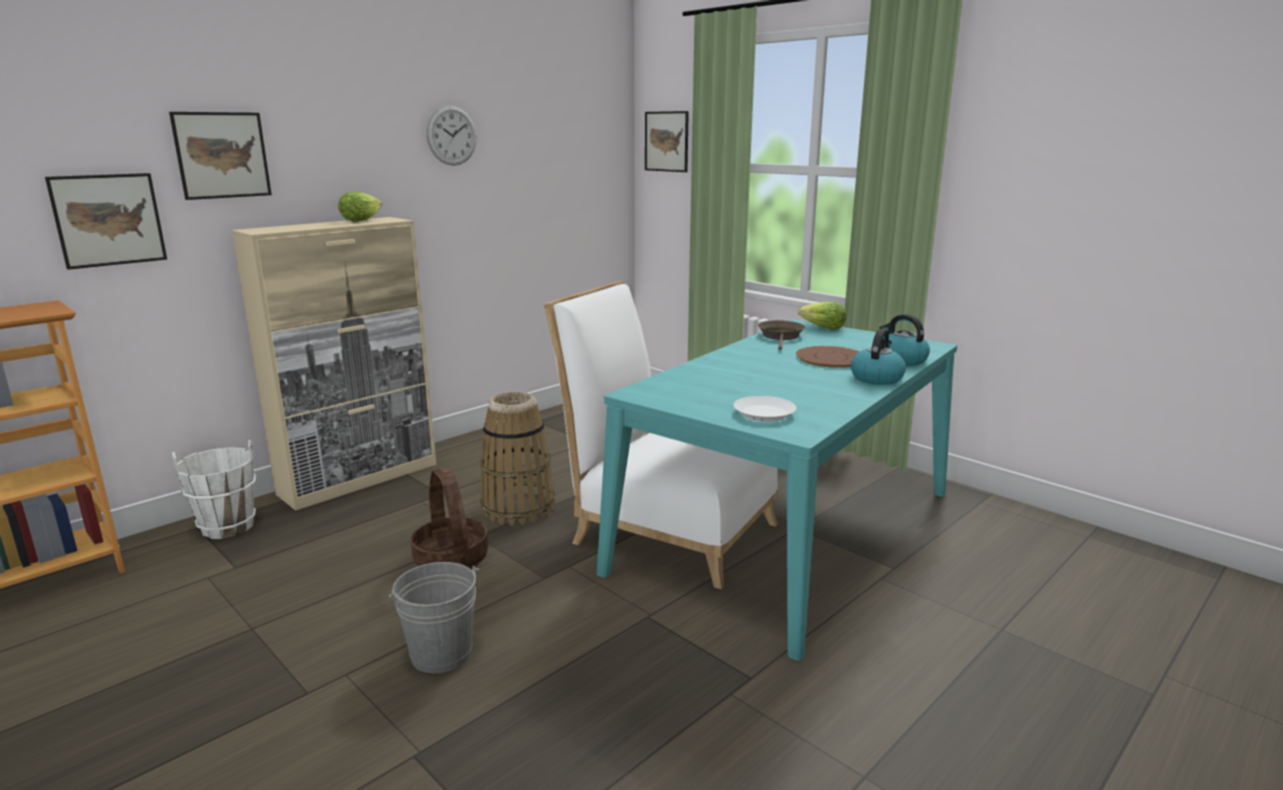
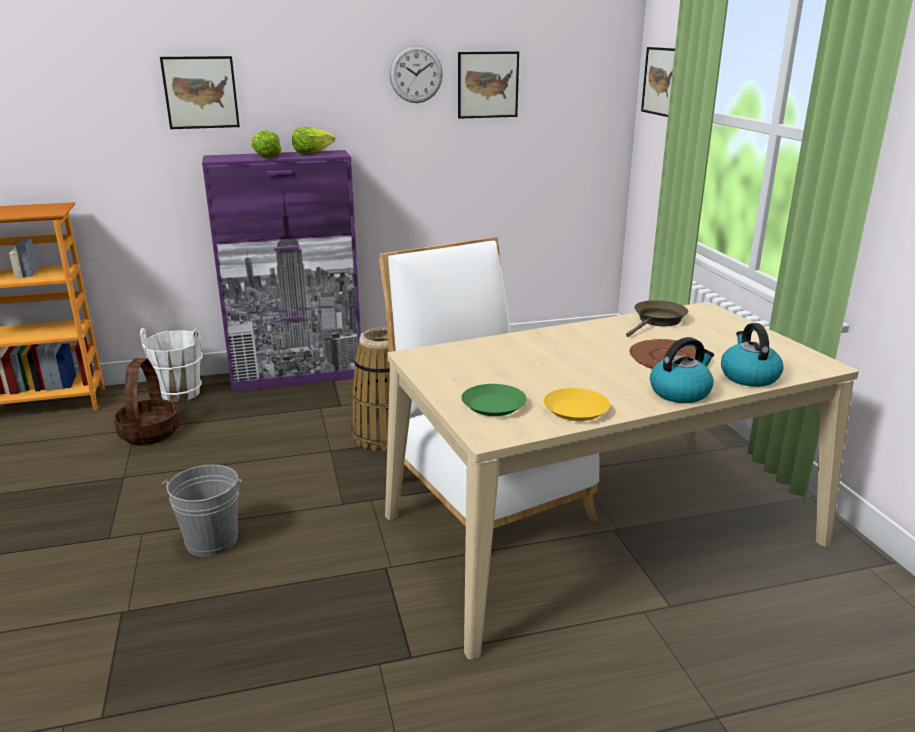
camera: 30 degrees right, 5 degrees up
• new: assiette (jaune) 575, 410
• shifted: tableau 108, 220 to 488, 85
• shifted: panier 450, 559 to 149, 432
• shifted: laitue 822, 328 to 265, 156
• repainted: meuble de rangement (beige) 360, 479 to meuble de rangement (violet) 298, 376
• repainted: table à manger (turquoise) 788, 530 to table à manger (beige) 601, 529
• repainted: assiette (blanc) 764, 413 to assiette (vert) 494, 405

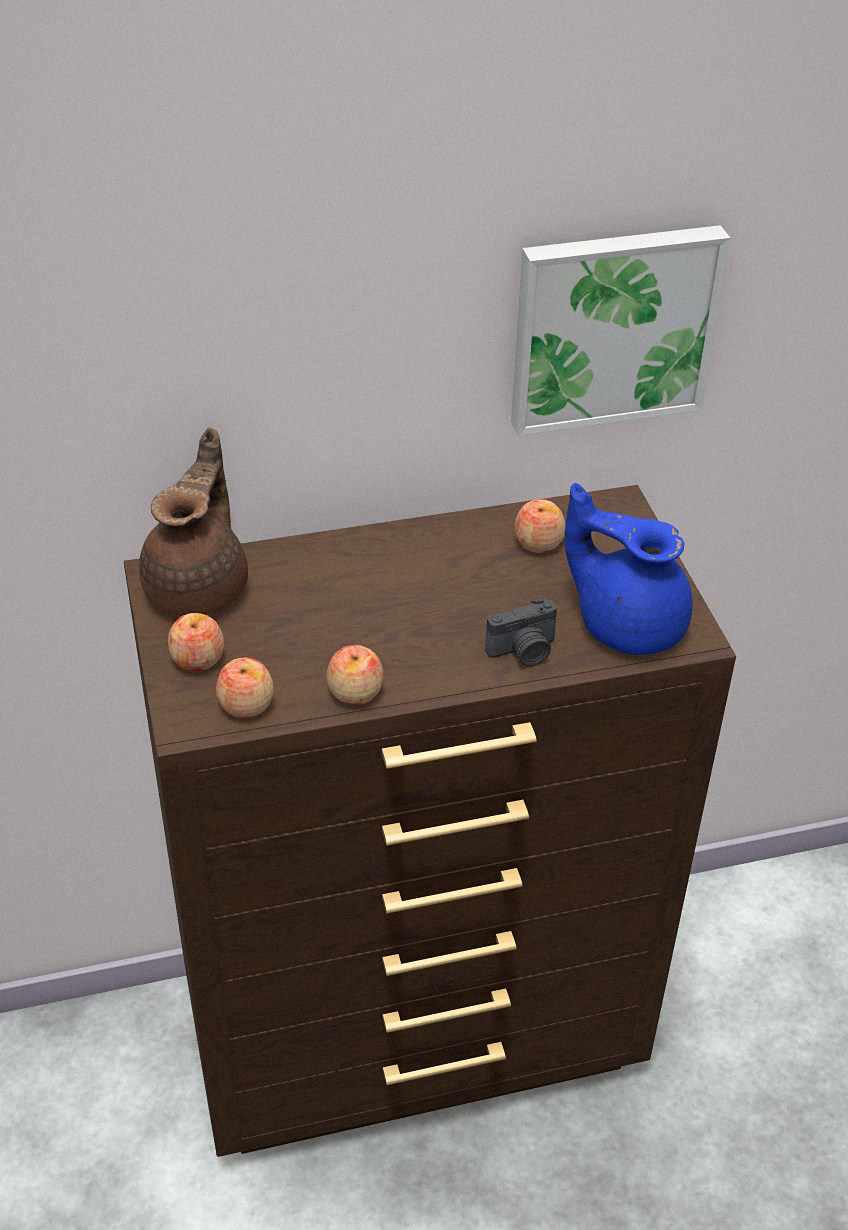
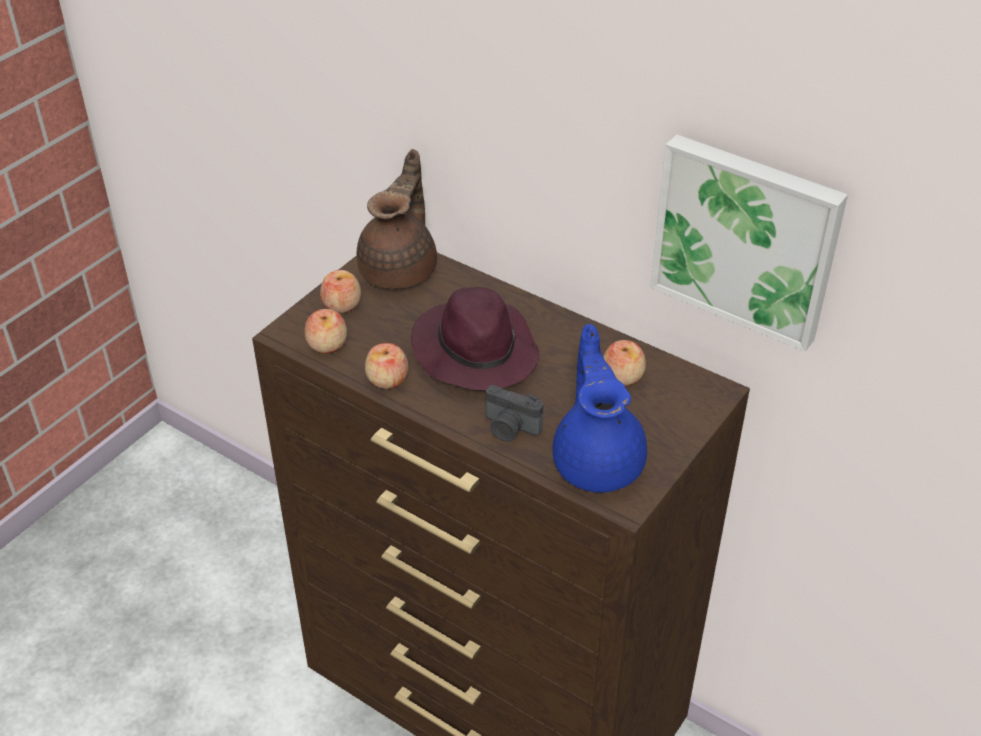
camera: 50 degrees right, 0 degrees up
• new: chapeau (violet) 474, 350
• rotated: théière (marron) 200, 586 = 400, 269 45 degrees counterclockwise

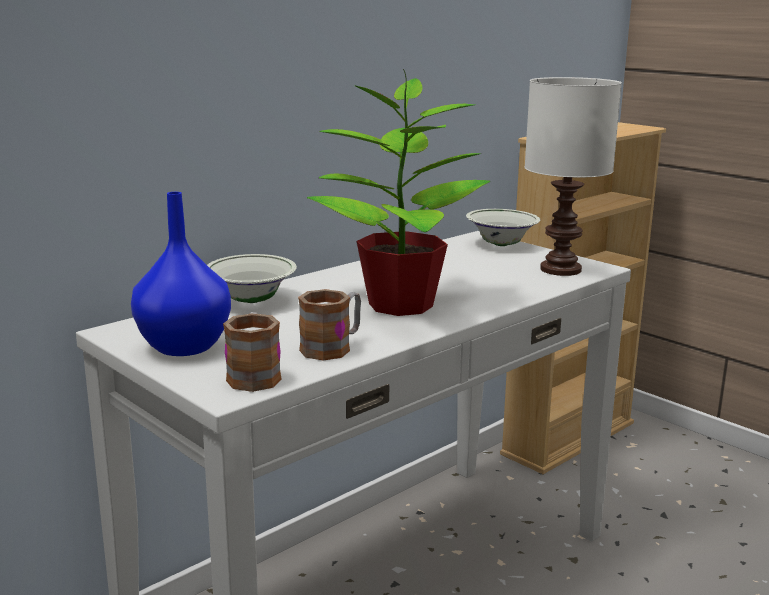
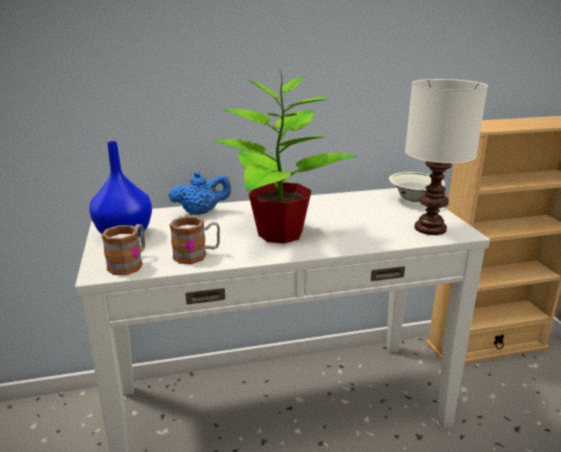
camera: 30 degrees right, 5 degrees up
• swapped: bol (blanc) 252, 301 to théière (bleu) 201, 212

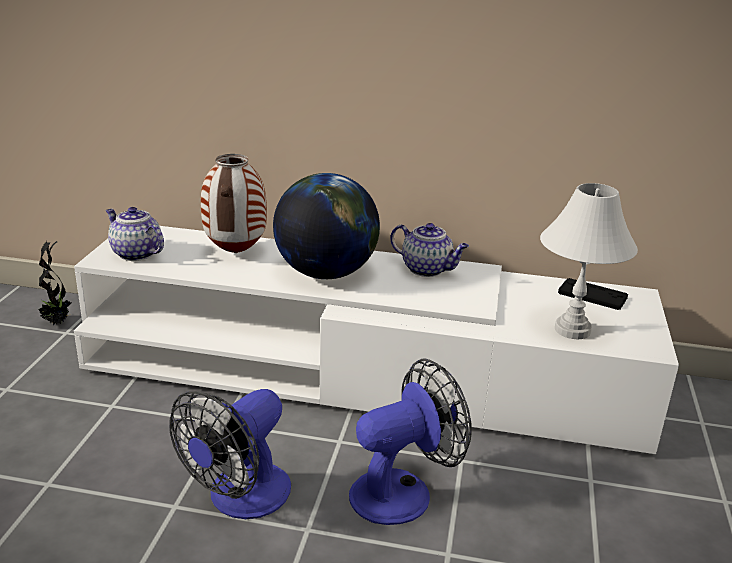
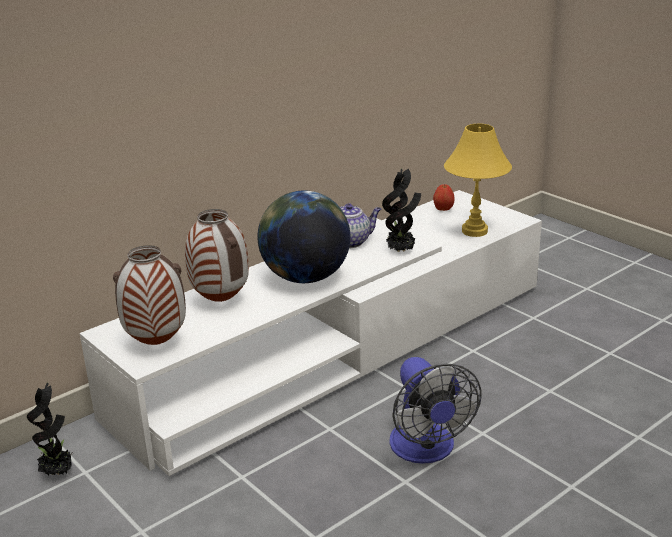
camera: 50 degrees left, 0 degrees up
• gone: ventilateur 403, 491
• new: plante en pot 401, 251
• swapped: théière 135, 253 to vase 156, 344
• swapped: manette (noir) 592, 295 to pomme 443, 209
• repainted: lampe de table (blanc) 573, 330 to lampe de table (jaune) 475, 231

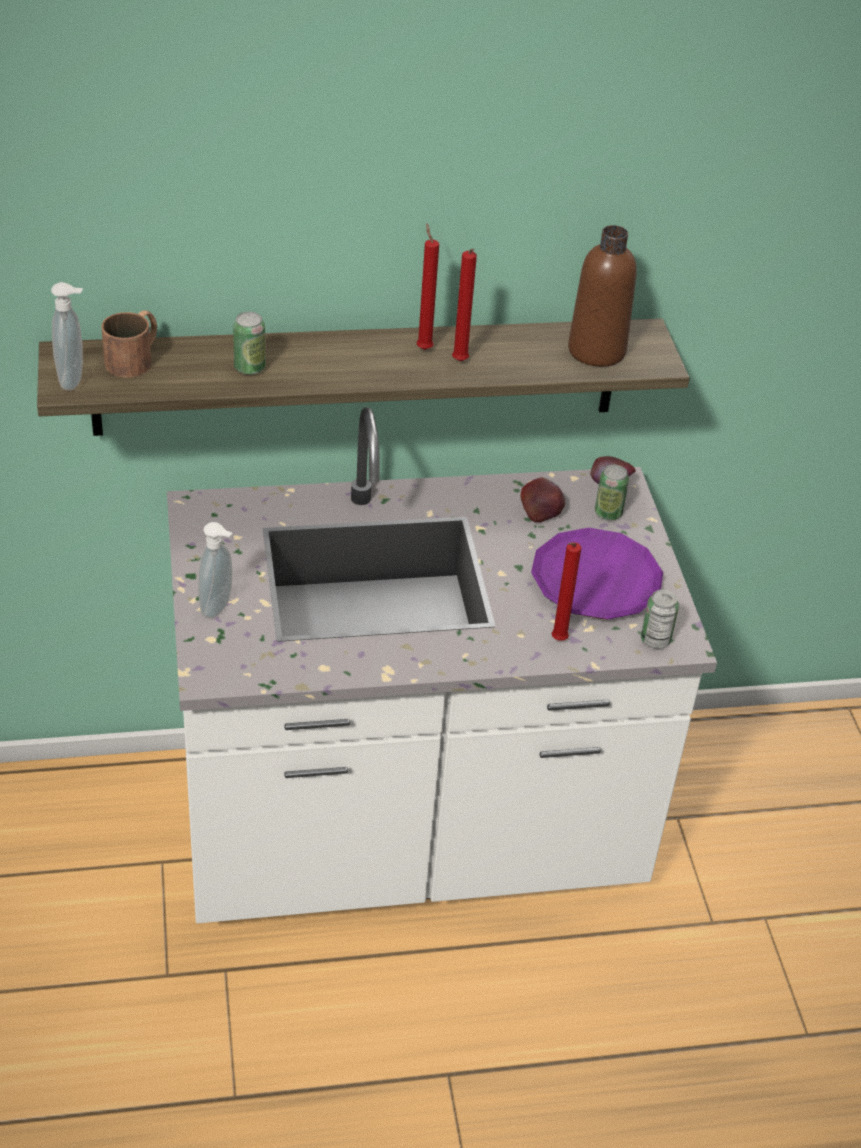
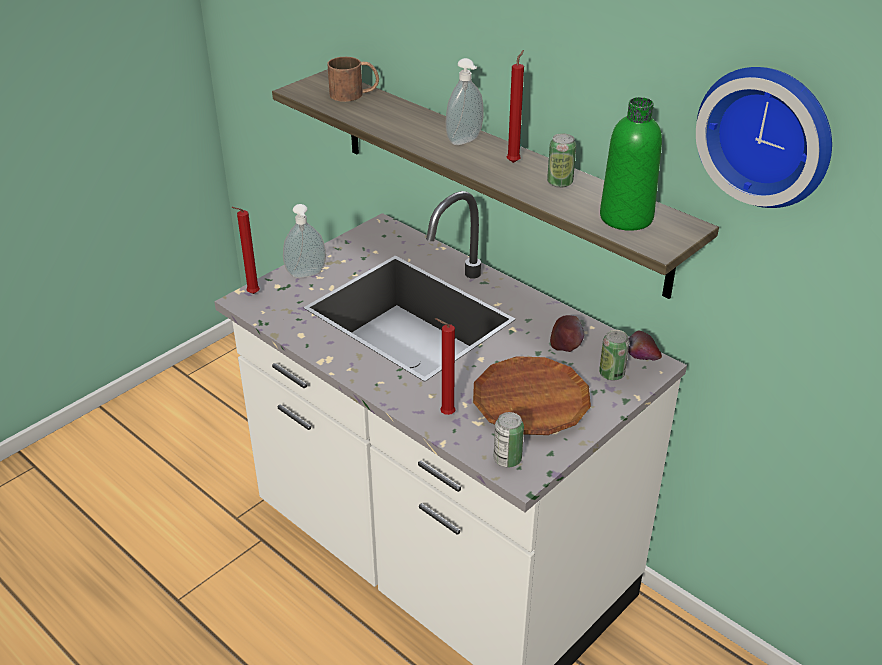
camera: 55 degrees right, 5 degrees down
• new: horloge murale 768, 134
• shifted: distributeur de savon 74, 380 to 465, 141
• shifted: boîte métallique 249, 368 to 560, 182
• shifted: bougie (rouge) 460, 363 to 251, 294
• repainted: assiette (violet) 595, 581 to assiette (marron) 530, 402
• repainted: bouteille (marron) 596, 351 to bouteille (vert) 626, 217

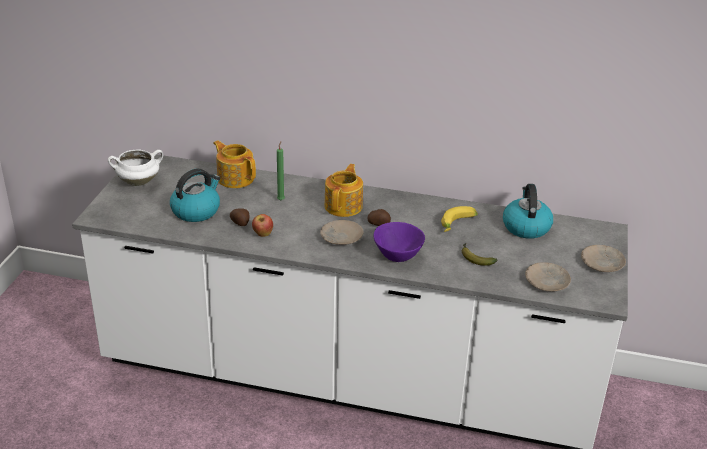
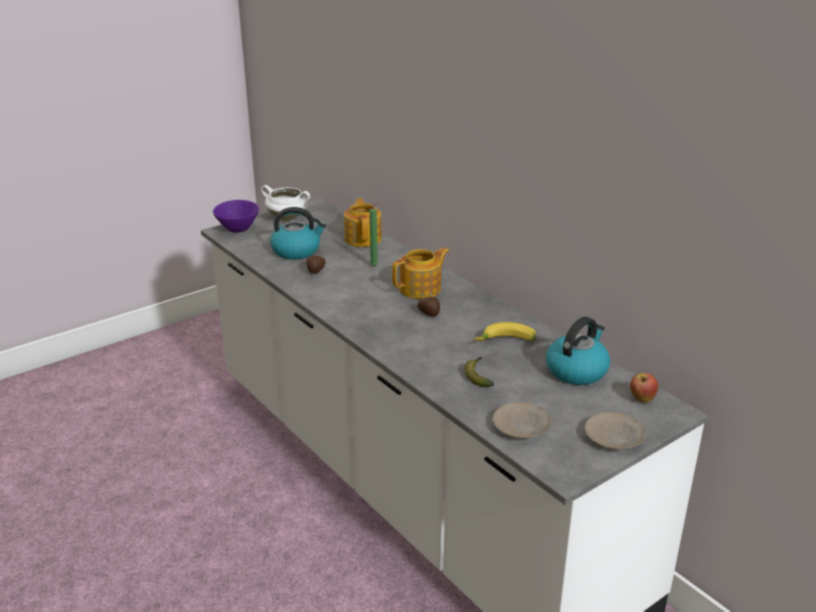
camera: 40 degrees right, 5 degrees down
• gone: assiette (beige) 341, 237
• shifted: pomme 263, 234 to 642, 399
• shifted: bol (violet) 397, 256 to 236, 229

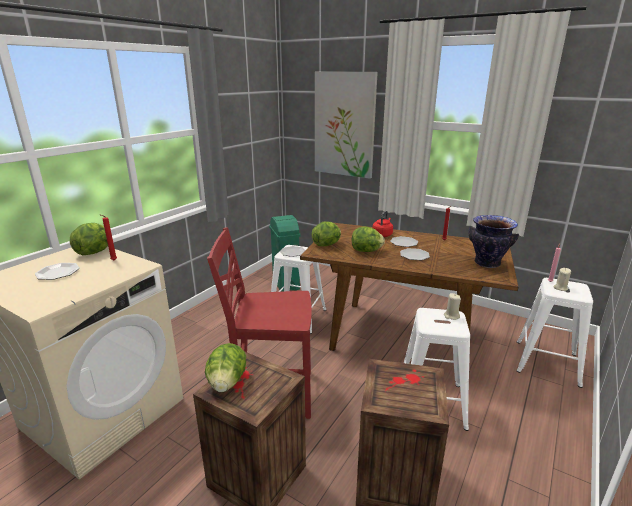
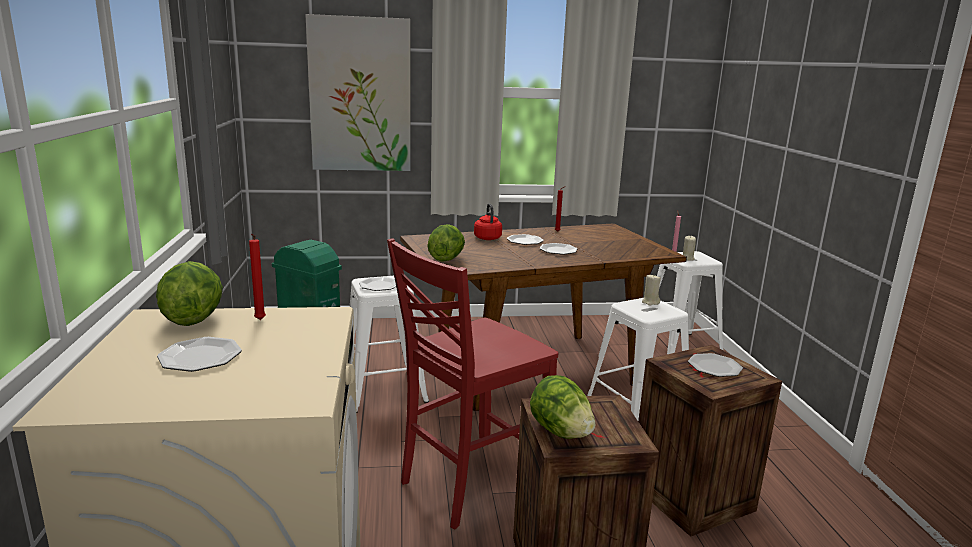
camera: 40 degrees left, 5 degrees down
• gone: laitue 366, 251
• gone: vase 487, 263
• new: assiette 715, 367

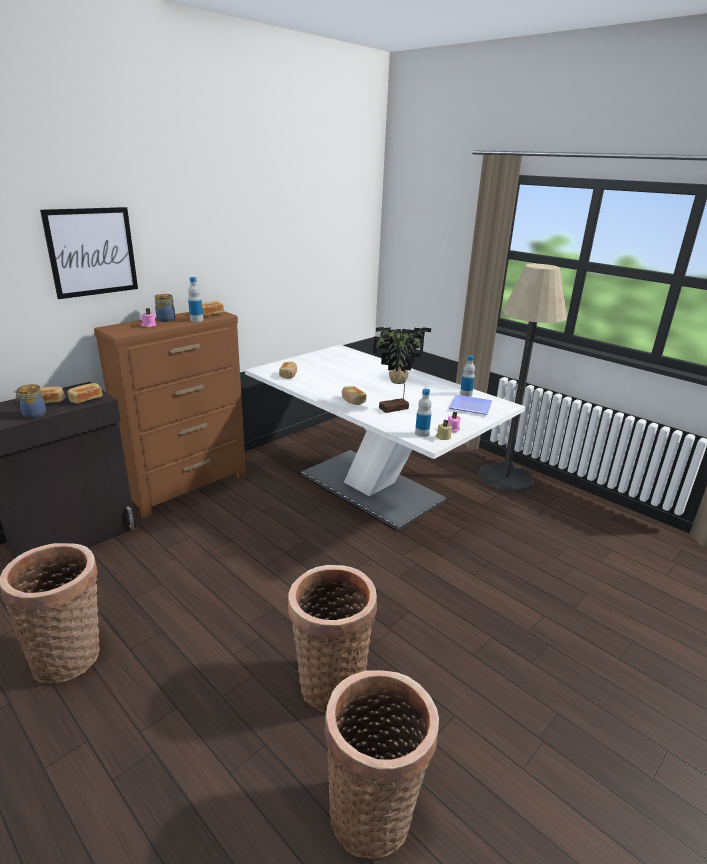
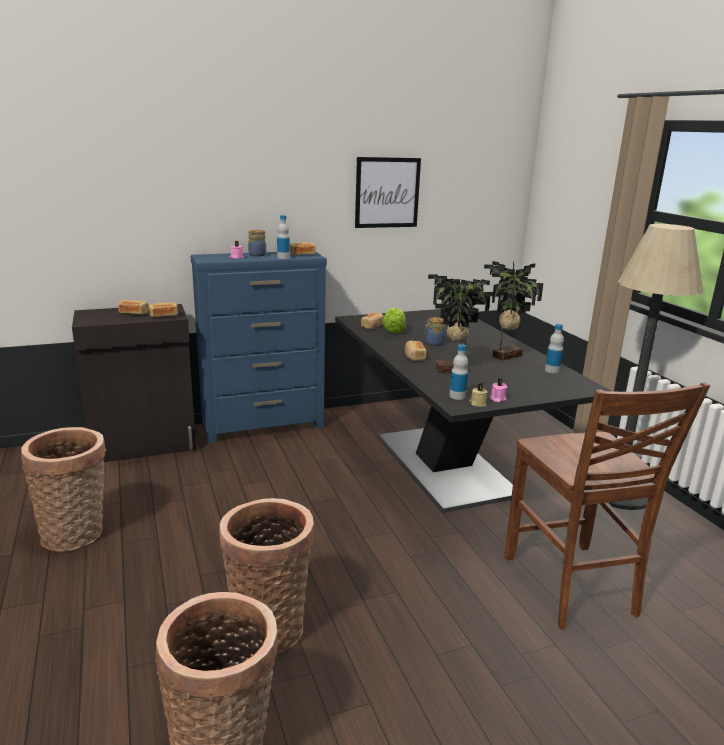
camera: 25 degrees right, 5 degrees down
• gone: assiette 469, 407
• new: laitue 393, 331
• new: plante en pot 505, 355
• new: chaise (marron) 571, 587
• shifted: bocal 33, 414 to 434, 343
• shifted: tableau 92, 252 to 387, 192
• repainted: commode (marron) 189, 487 to commode (bleu) 264, 427
• repainted: table à manger (blanc) 371, 487 to table à manger (noir) 444, 465

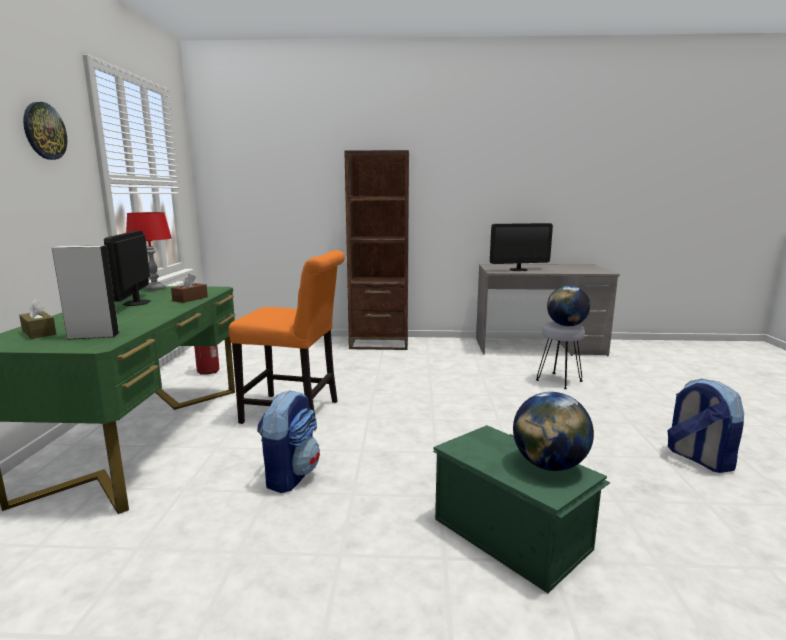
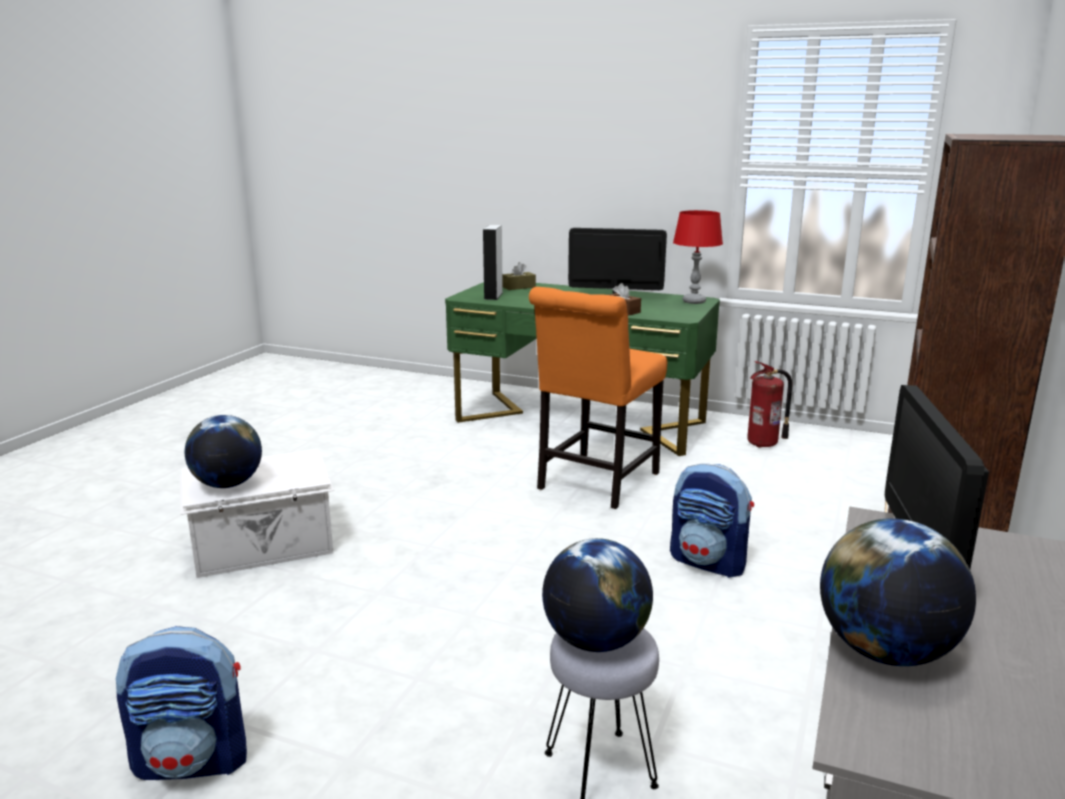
camera: 110 degrees right, 5 degrees up
• gone: horloge murale 44, 131
• new: globe 885, 652
• shifted: sac à dos 290, 475 to 709, 562
• repainted: boîte de rangement (vert) 511, 532 to boîte de rangement (blanc) 264, 547

